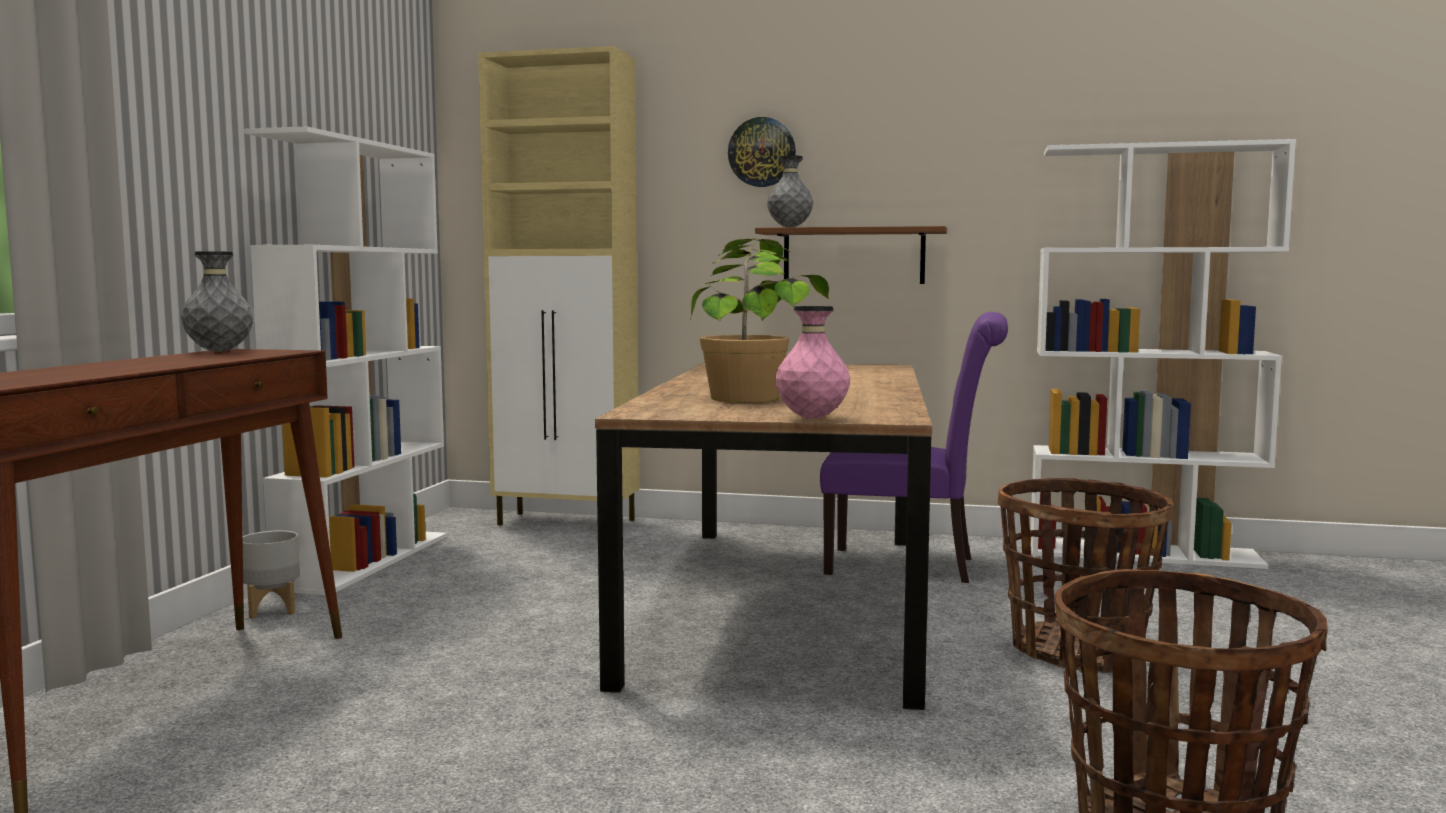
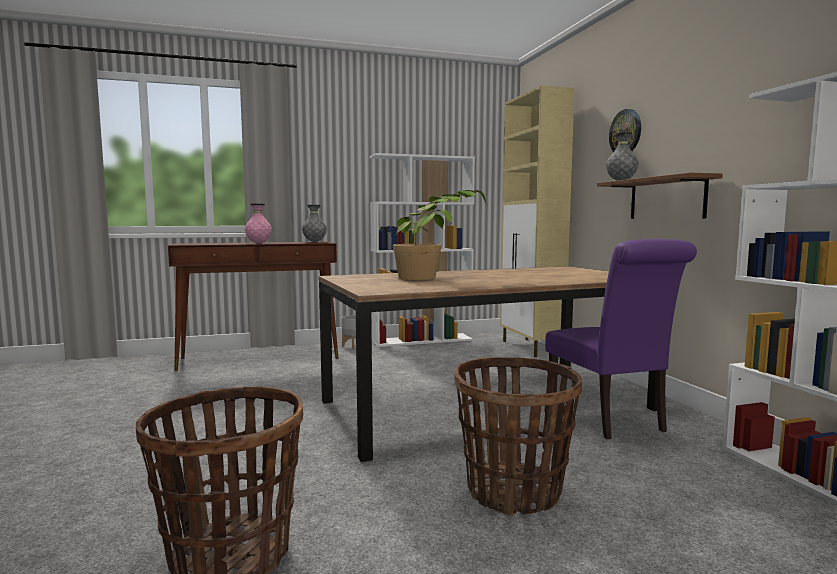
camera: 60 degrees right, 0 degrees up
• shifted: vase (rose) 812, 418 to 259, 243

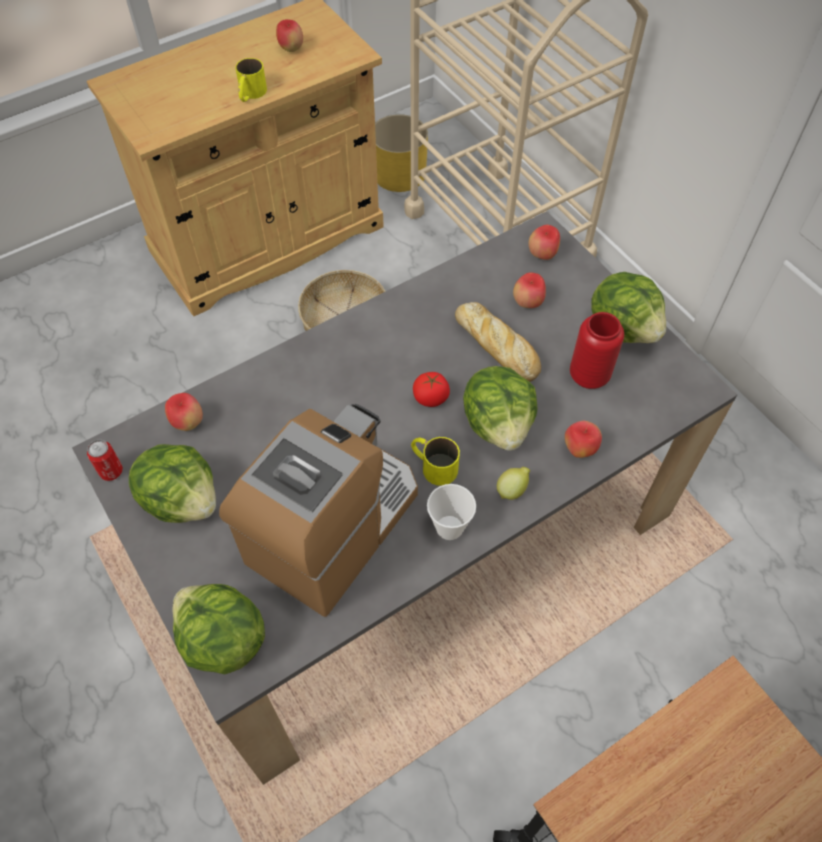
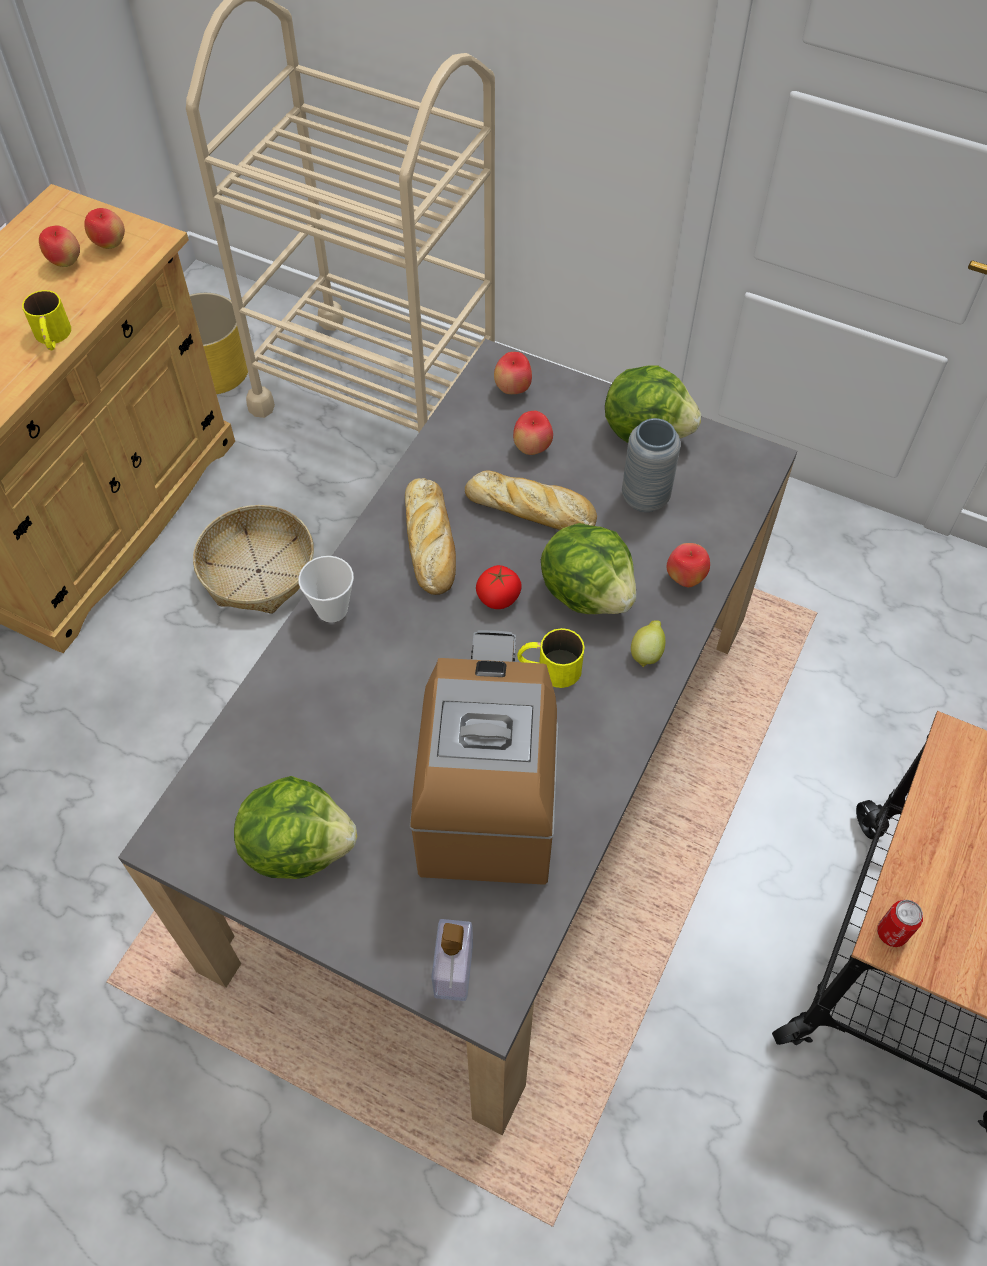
camera: 30 degrees left, 0 degrees up
• new: pain 430, 543
• shifted: boîte métallique 111, 471 to 892, 933
• shifted: pomme 188, 422 to 110, 244
• shifted: tasse 449, 527 to 332, 609
• swapped: laitue 222, 641 to distributeur de savon 453, 970
• repainted: vase (rouge) 589, 376 to vase (gris) 645, 498

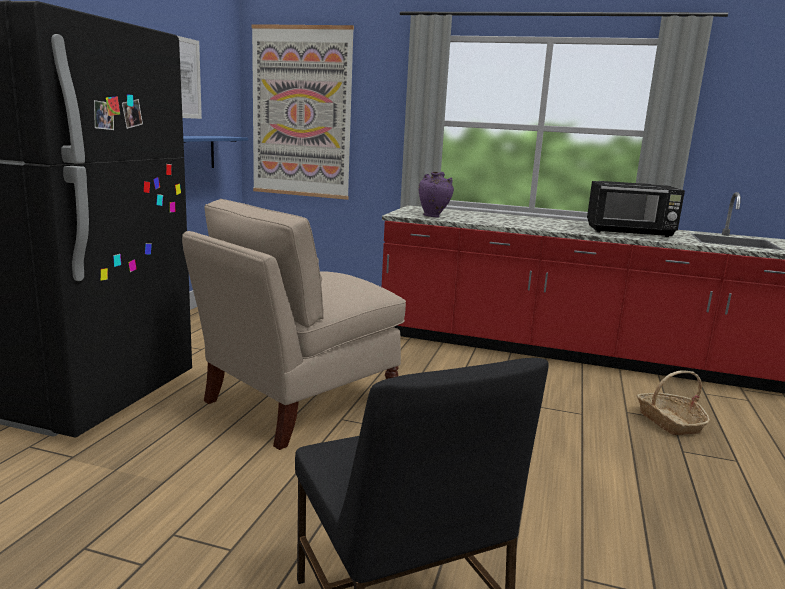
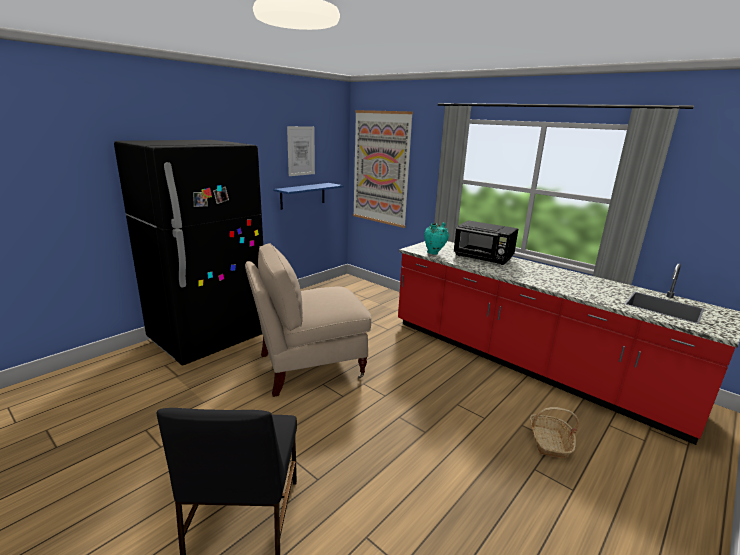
camera: 25 degrees right, 5 degrees up
• shifted: micro-ondes (noir) 630, 232 to 483, 258
• repainted: vase (violet) 433, 216 to vase (turquoise) 434, 253

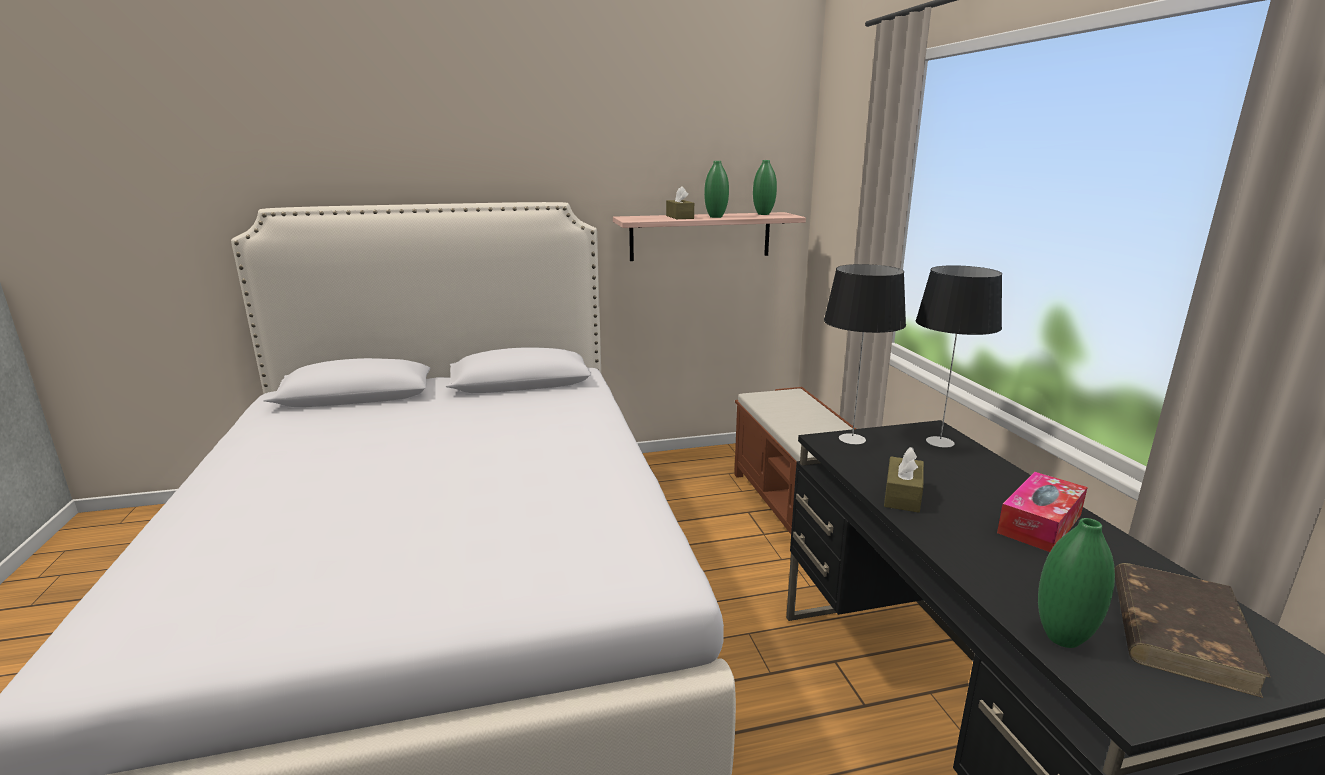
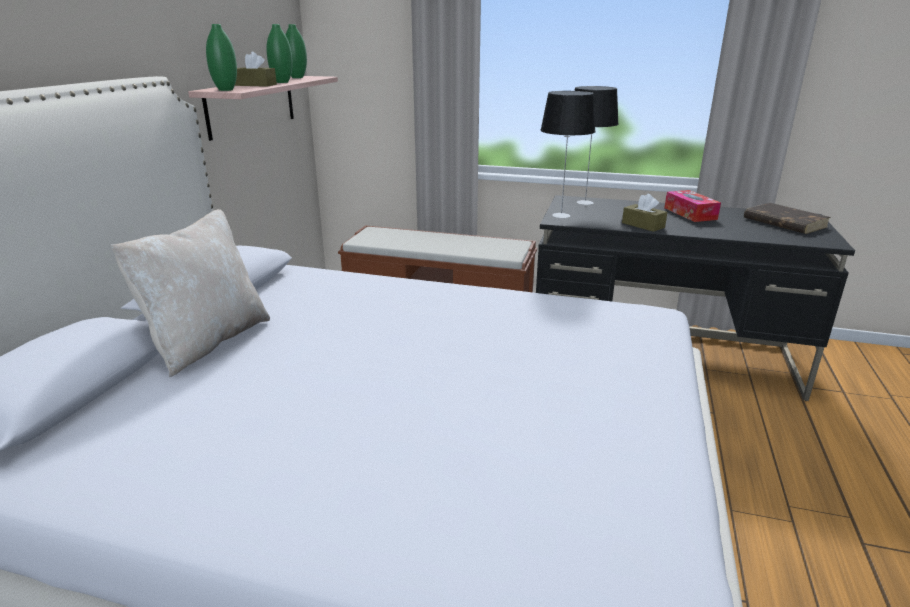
camera: 60 degrees left, 5 degrees up
• new: coussin (beige) 207, 342
• shifted: vase (vert) 1062, 638 to 226, 90

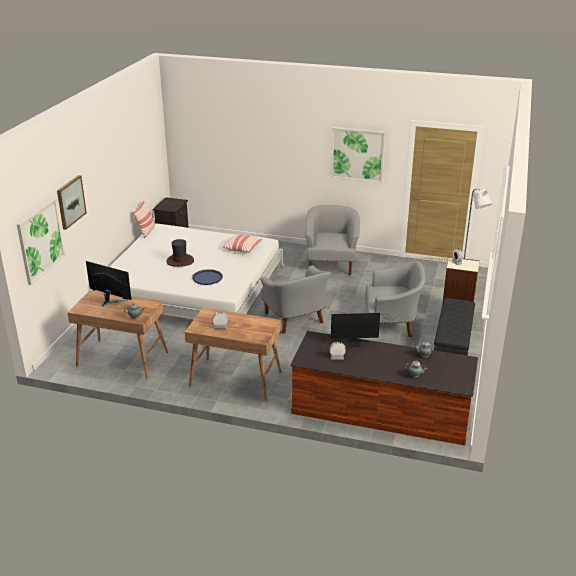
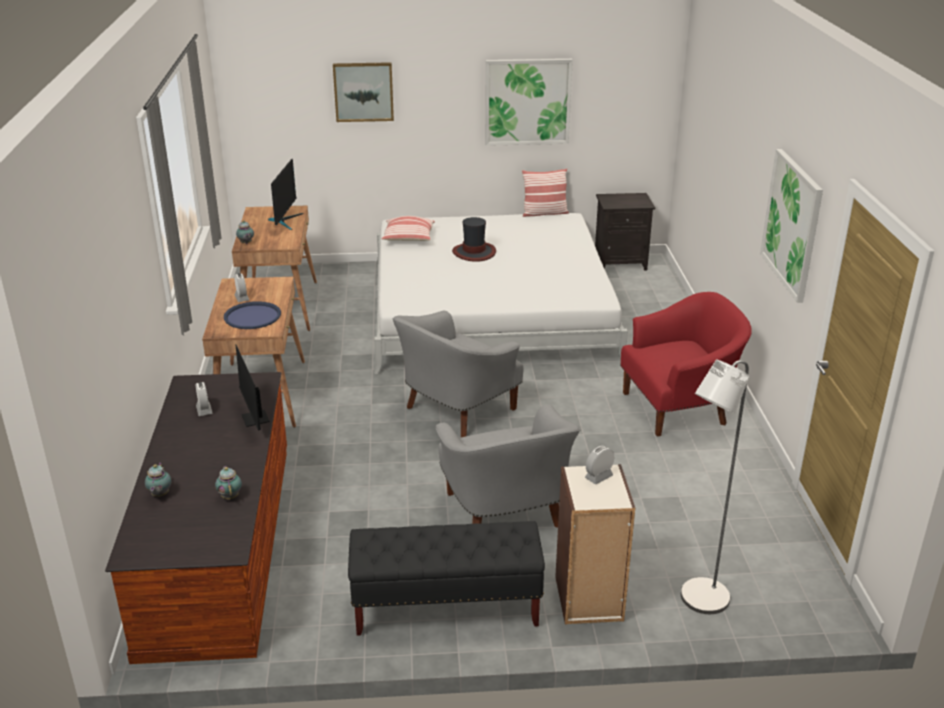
camera: 70 degrees right, 0 degrees up
• shifted: tableau 40, 240 to 527, 102
• shifted: plateau (bleu) 207, 277 to 252, 316
• shifted: coussin 243, 248 to 408, 239
• repainted: fauteuil (gris) 331, 264 to fauteuil (rouge) 679, 409

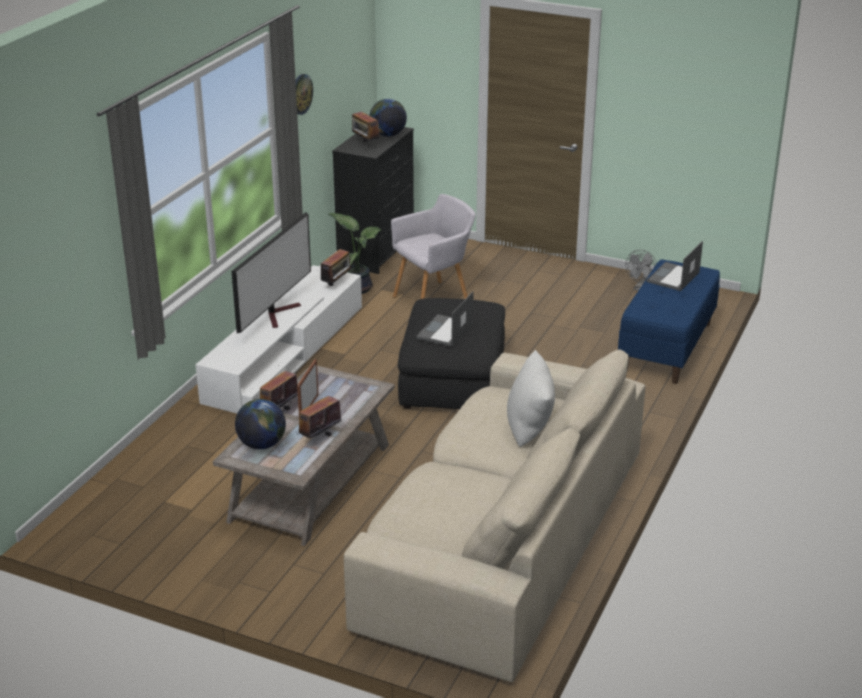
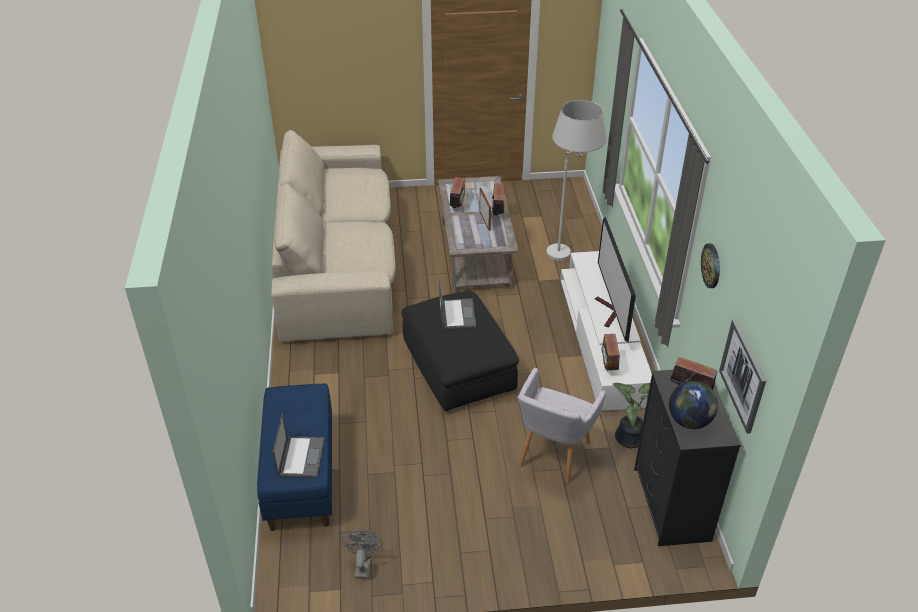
camera: 150 degrees right, 10 degrees up
• gone: globe 262, 444
• gone: coussin (blanc) 530, 431
• new: lampadaire (blanc) 568, 248
• new: tableau 743, 375

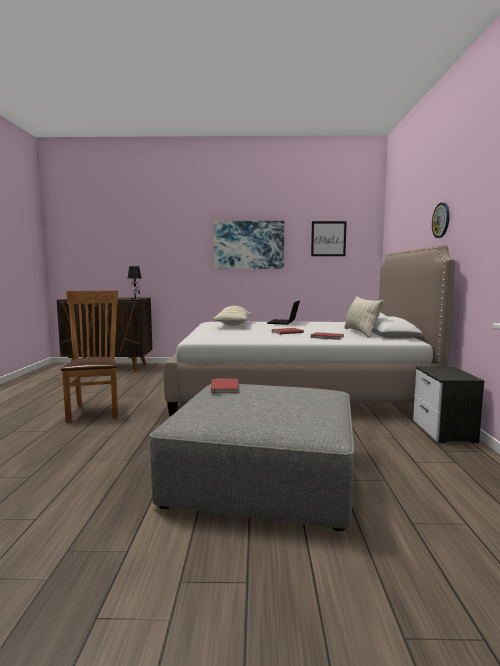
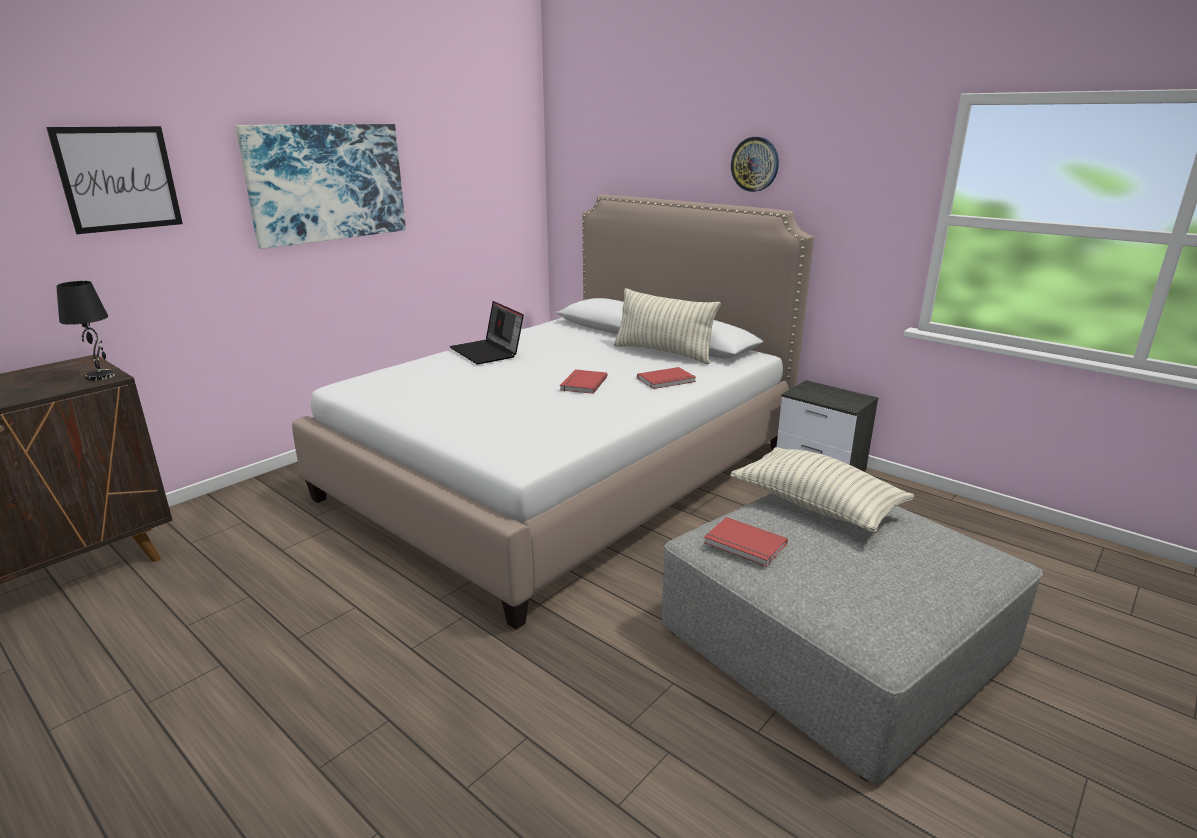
camera: 50 degrees left, 15 degrees up
• gone: chaise (marron) 95, 409
• shifted: coussin 234, 324 to 816, 505
• shifted: tableau 328, 239 to 118, 179

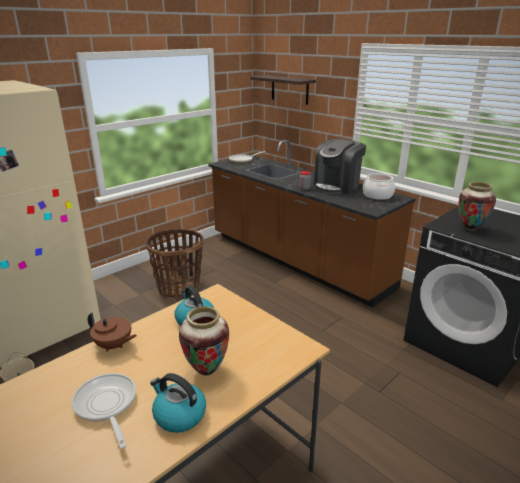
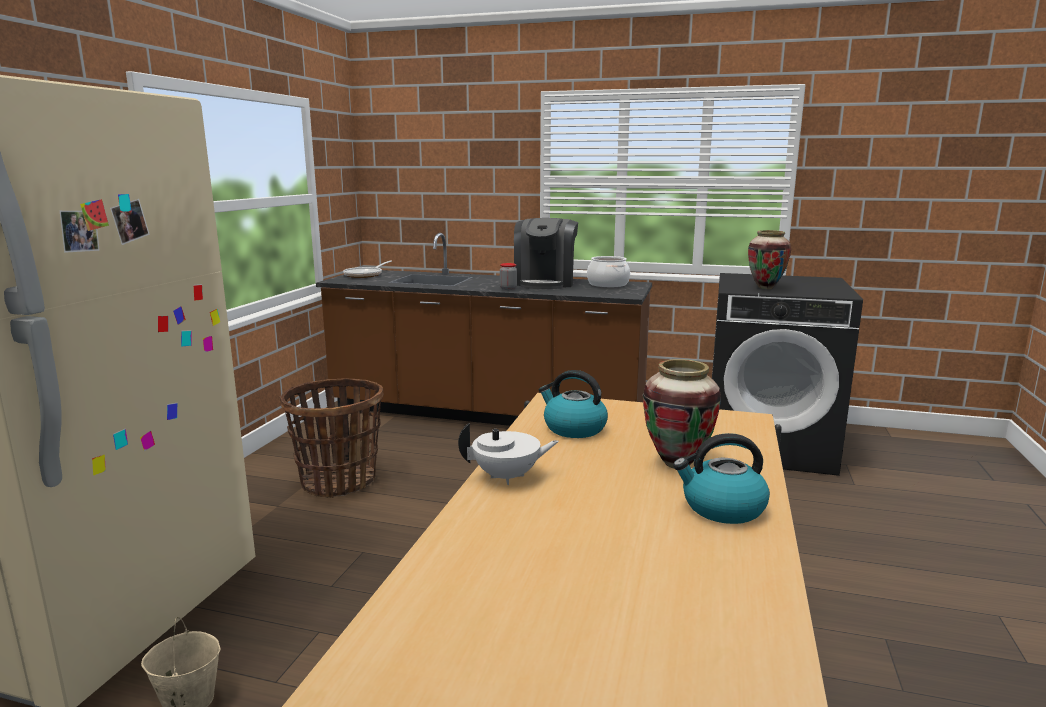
camera: 30 degrees left, 10 degrees down
• gone: poêle 106, 406
• gone: étagère 289, 89
• repainted: théière (marron) 114, 345 to théière (blanc) 507, 477

